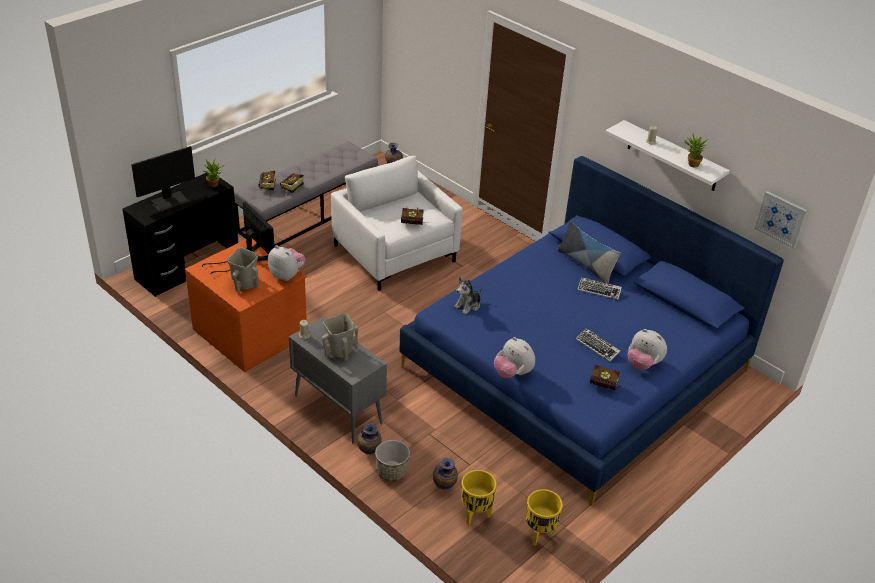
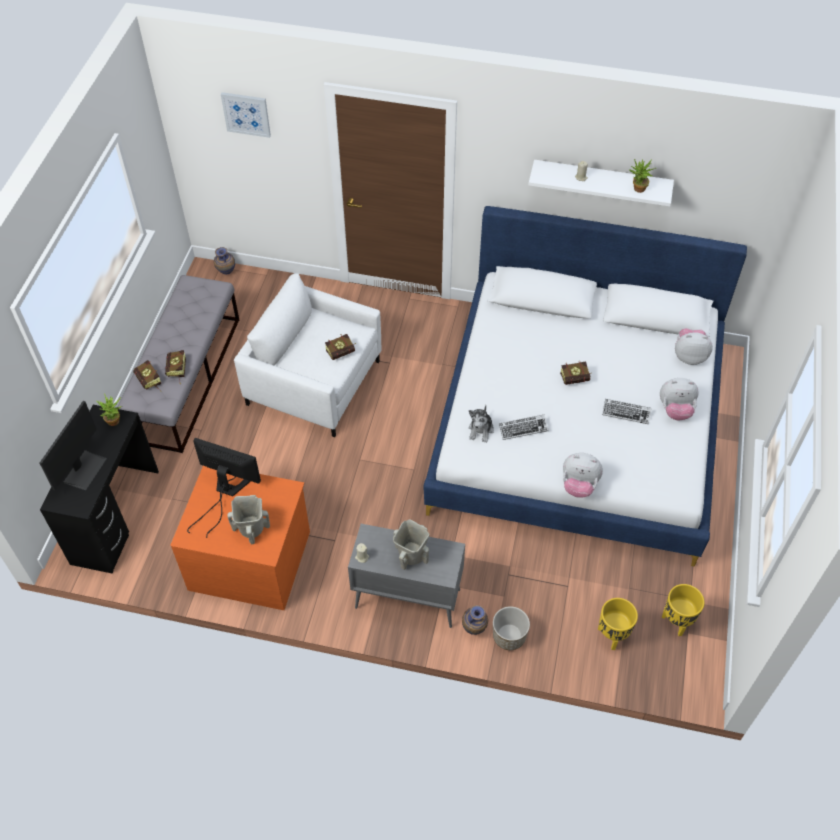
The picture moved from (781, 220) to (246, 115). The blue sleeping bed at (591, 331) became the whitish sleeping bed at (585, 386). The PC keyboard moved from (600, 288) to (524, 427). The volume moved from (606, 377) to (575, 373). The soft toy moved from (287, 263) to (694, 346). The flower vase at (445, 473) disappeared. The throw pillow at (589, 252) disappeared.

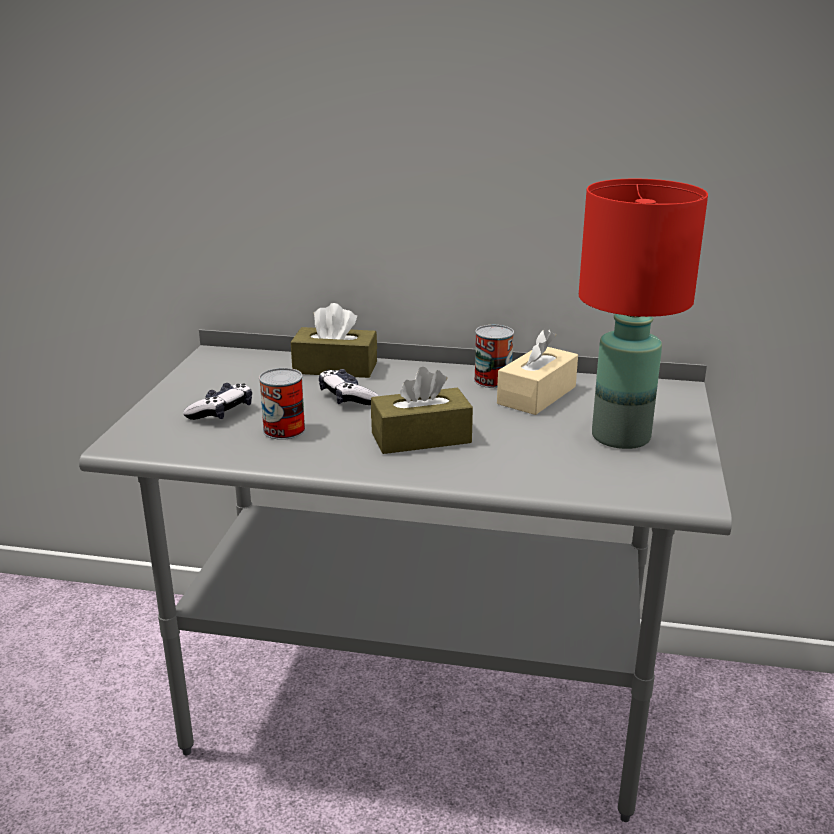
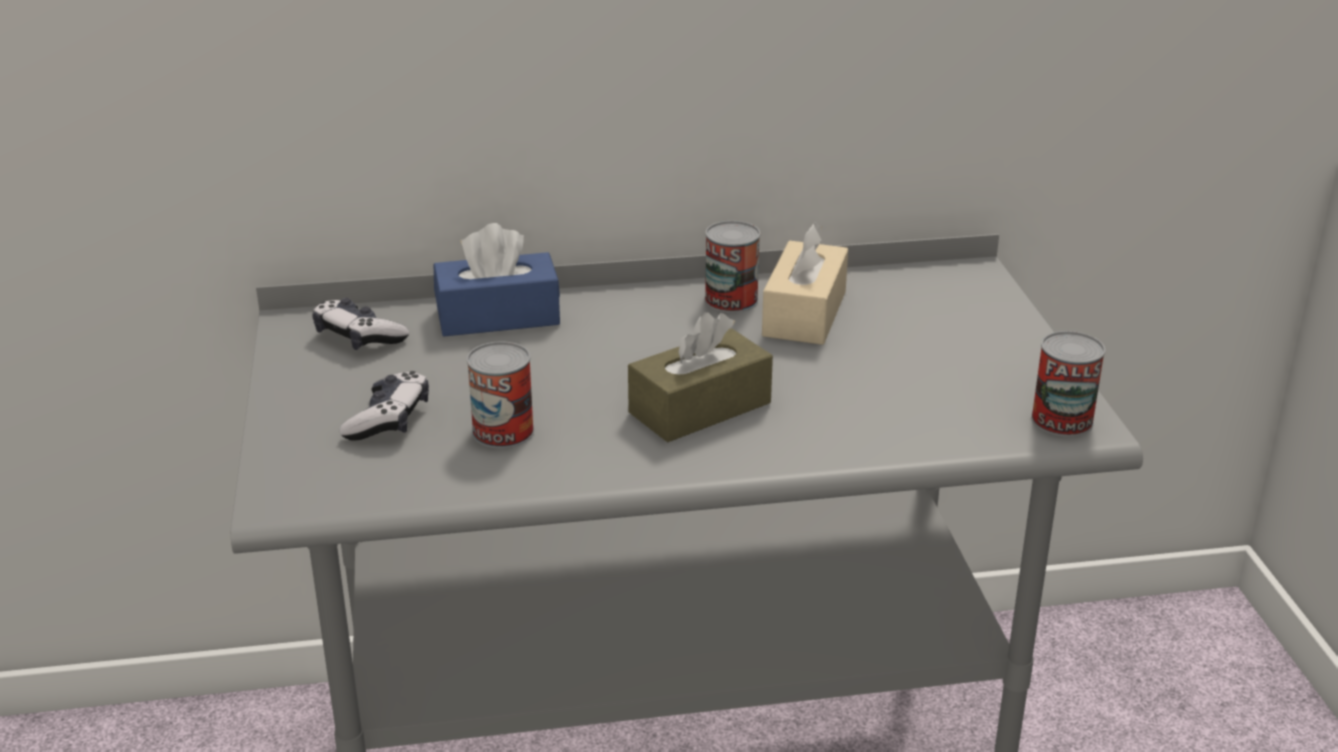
The joypad moved from (349, 387) to (360, 324). The brownish tissue holder at (334, 340) became the blue tissue holder at (497, 279). The sealed can at (1068, 384) appeared. The reddish table lamp at (643, 314) disappeared.

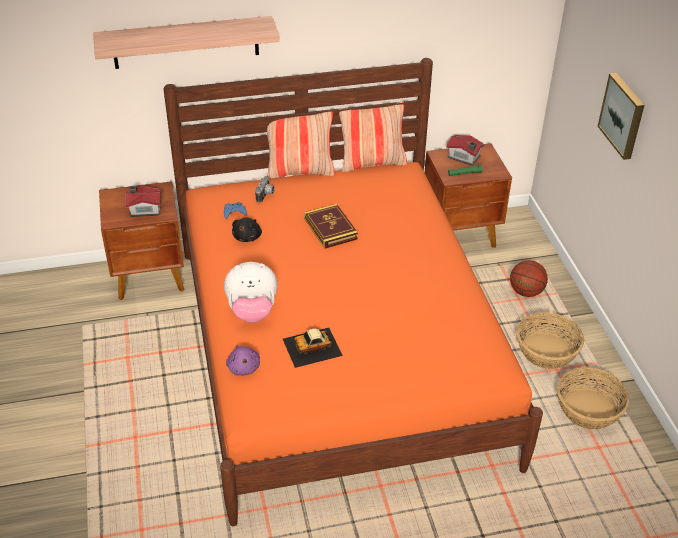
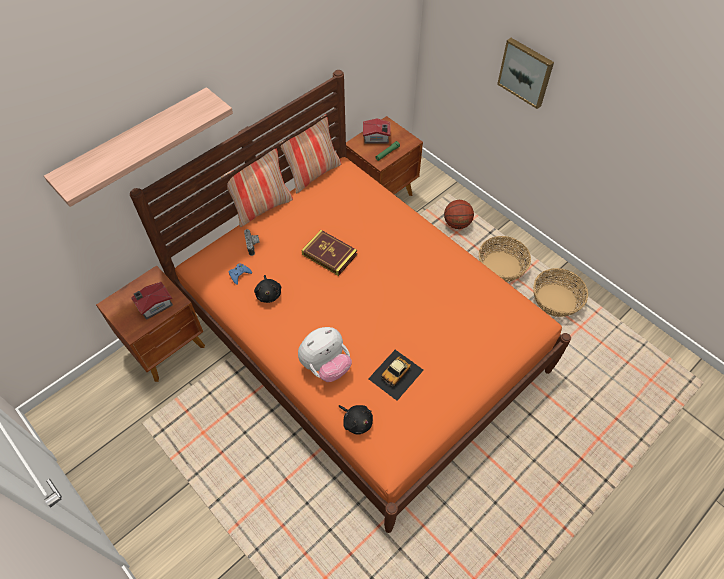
The purple-coloured soft toy at (243, 360) became the black soft toy at (356, 419).

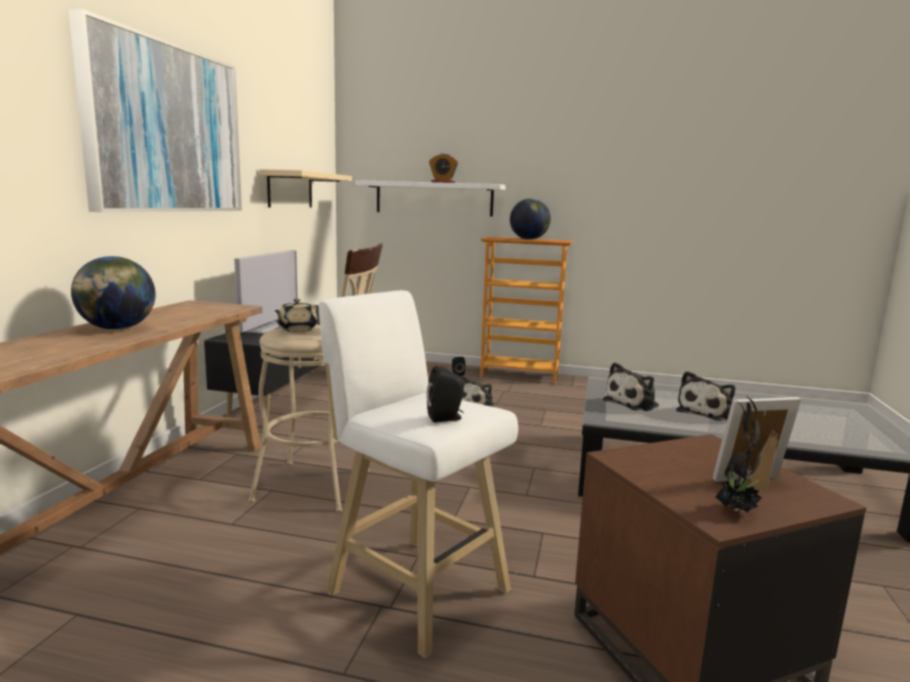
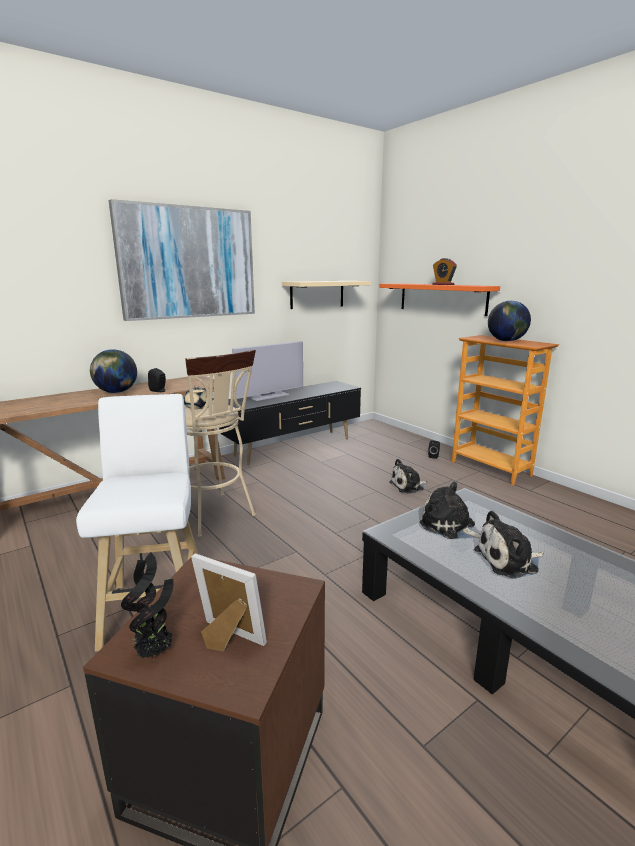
The black loudspeaker moved from (446, 394) to (157, 380). The whitish bracket shelf at (431, 198) became the orange-coloured bracket shelf at (439, 299). The soft toy at (631, 386) turned 45 degrees clockwise.

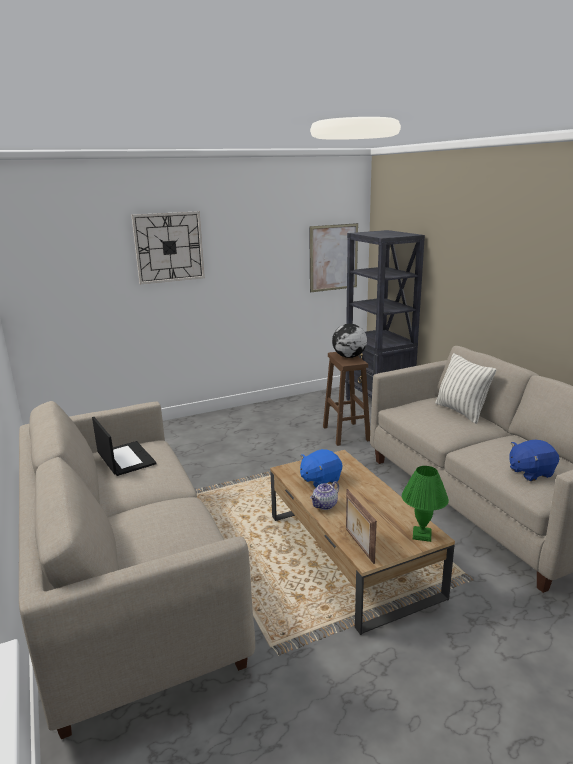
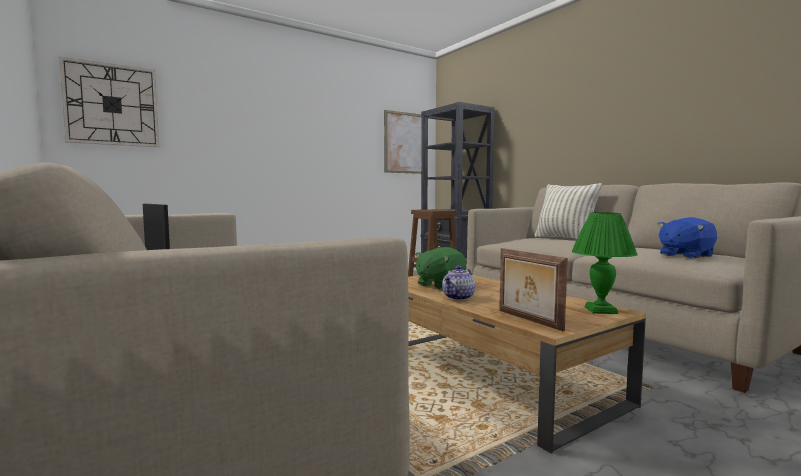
The hanging clock moved from (168, 247) to (109, 101). The blue soft toy at (321, 468) became the green-coloured soft toy at (441, 268). The desk globe at (349, 341) disappeared.

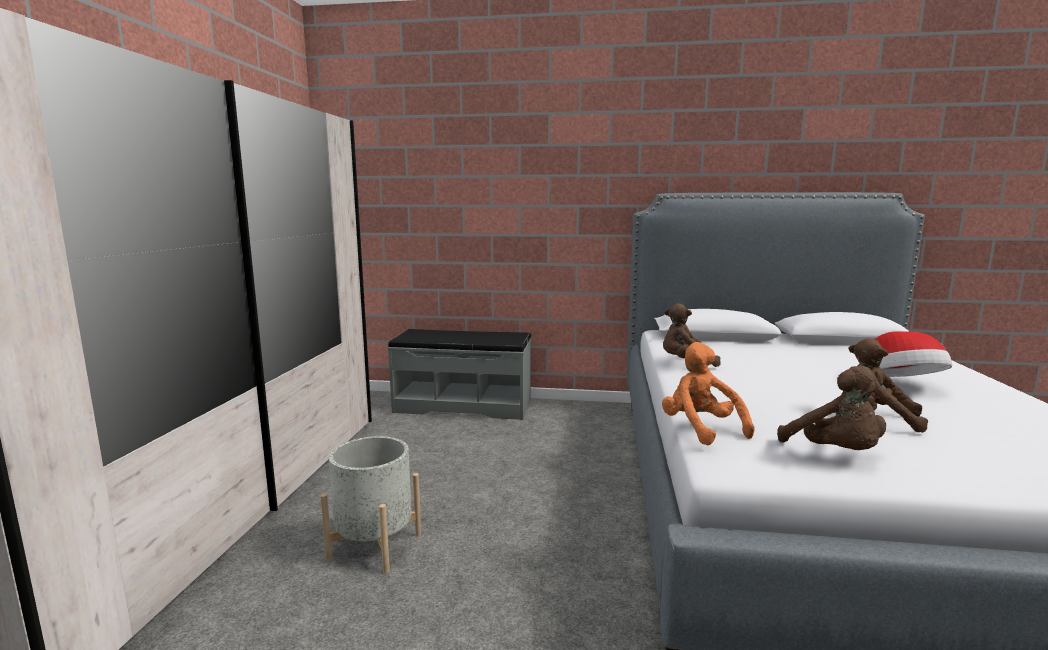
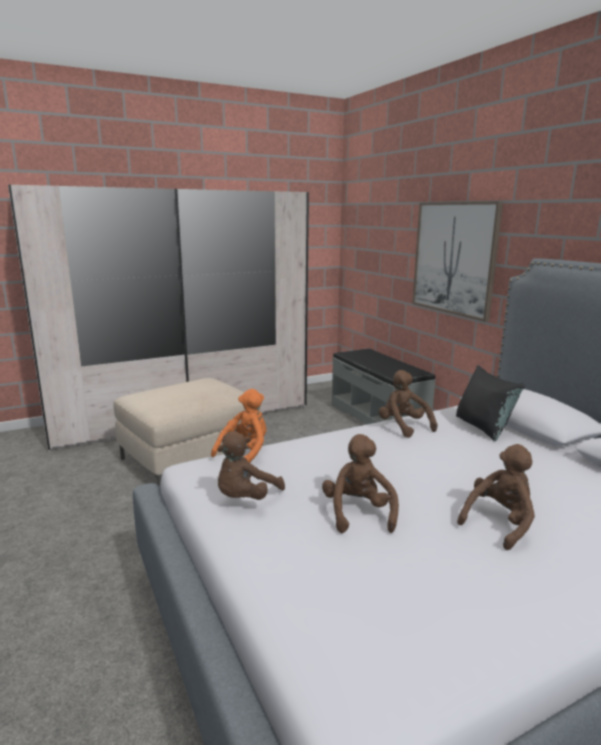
The gray plant pot at (370, 505) was replaced by the sand-coloured footrest at (186, 432). The picture at (457, 261) appeared. The black throw pillow at (490, 403) appeared. The wearable hat at (913, 354) was replaced by the brownish soft toy at (496, 497).

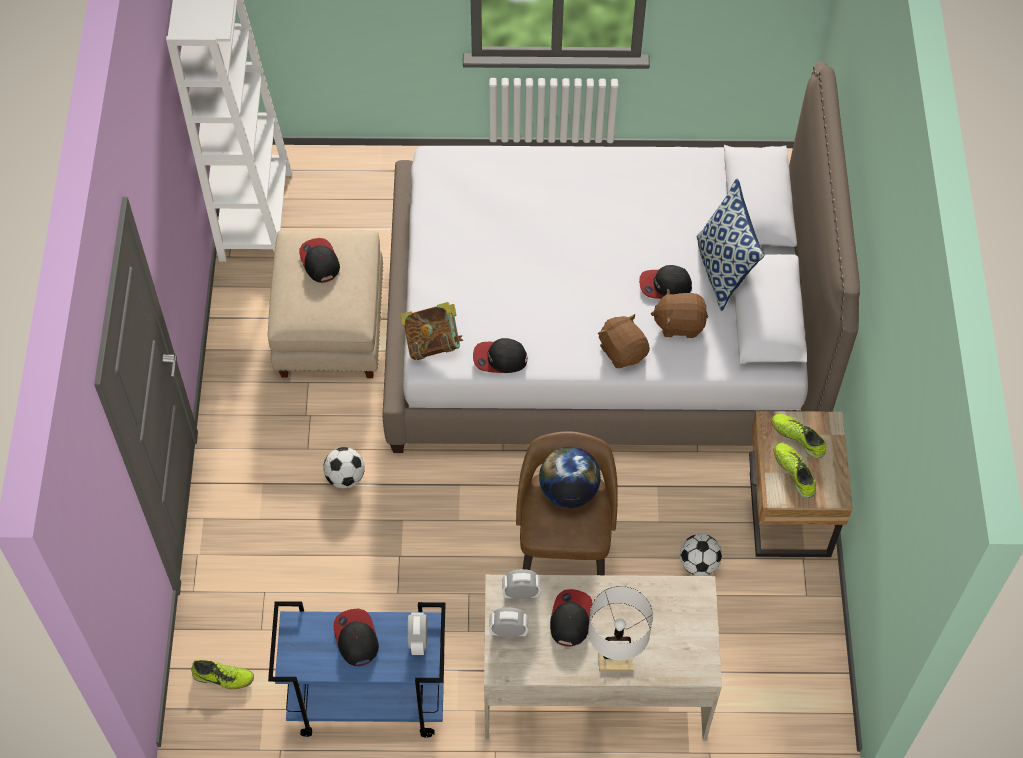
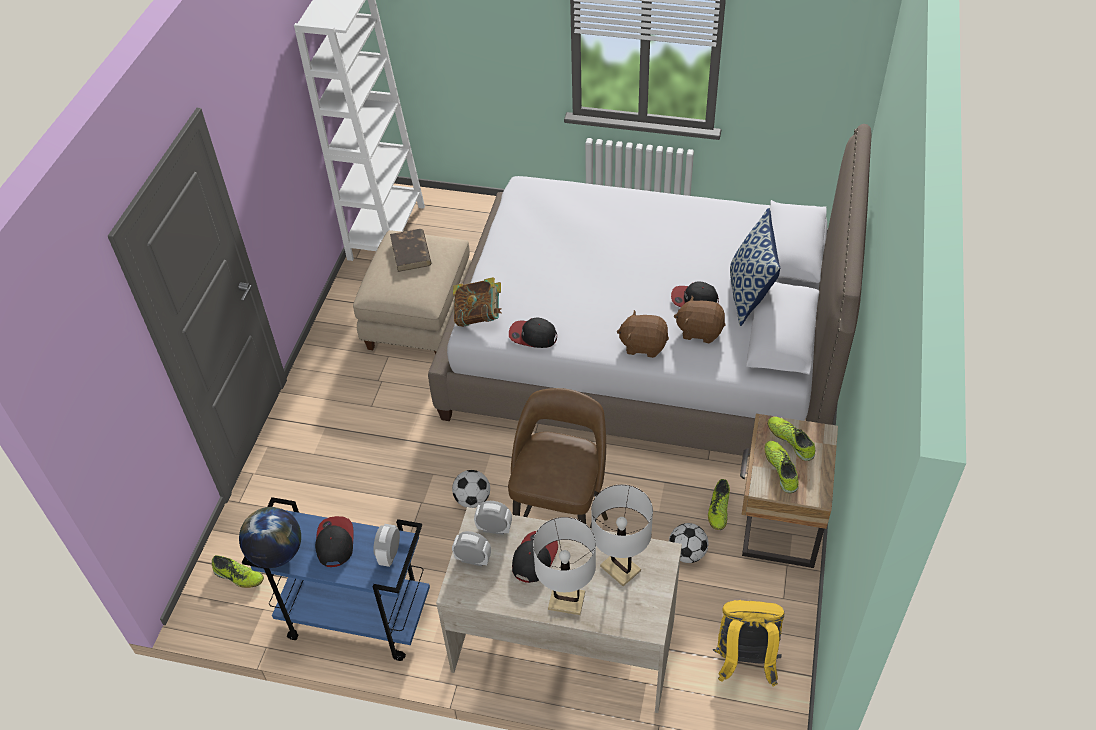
The desk globe moved from (570, 477) to (270, 537). The baseball cap at (319, 260) was replaced by the brownish volume at (410, 250). The ball for football moved from (344, 467) to (471, 489). The whitish table lamp at (622, 535) appeared. The brownish soft toy at (624, 341) turned 60 degrees counterclockwise. The low shoe at (719, 504) appeared. The yellow rucksack at (749, 643) appeared.

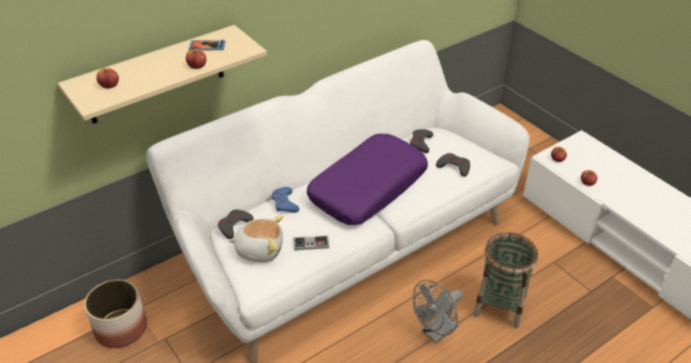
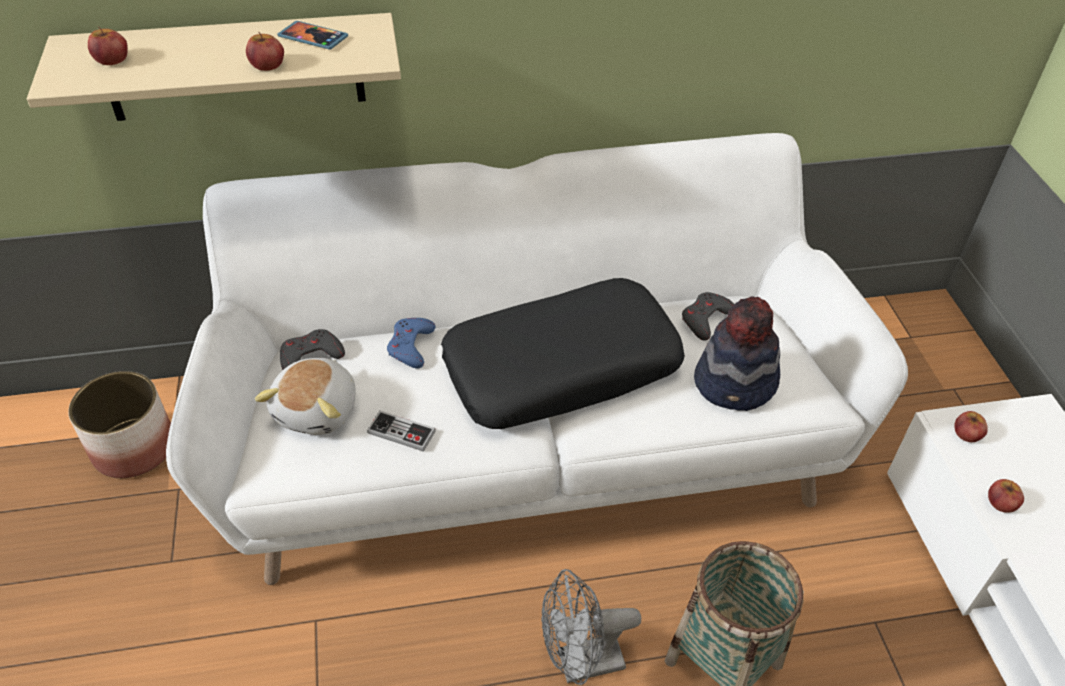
The soft toy at (255, 239) turned 75 degrees clockwise. The purple-coloured throw pillow at (367, 179) became the black throw pillow at (563, 353). The gray joypad at (453, 165) was replaced by the wearable hat at (737, 353).

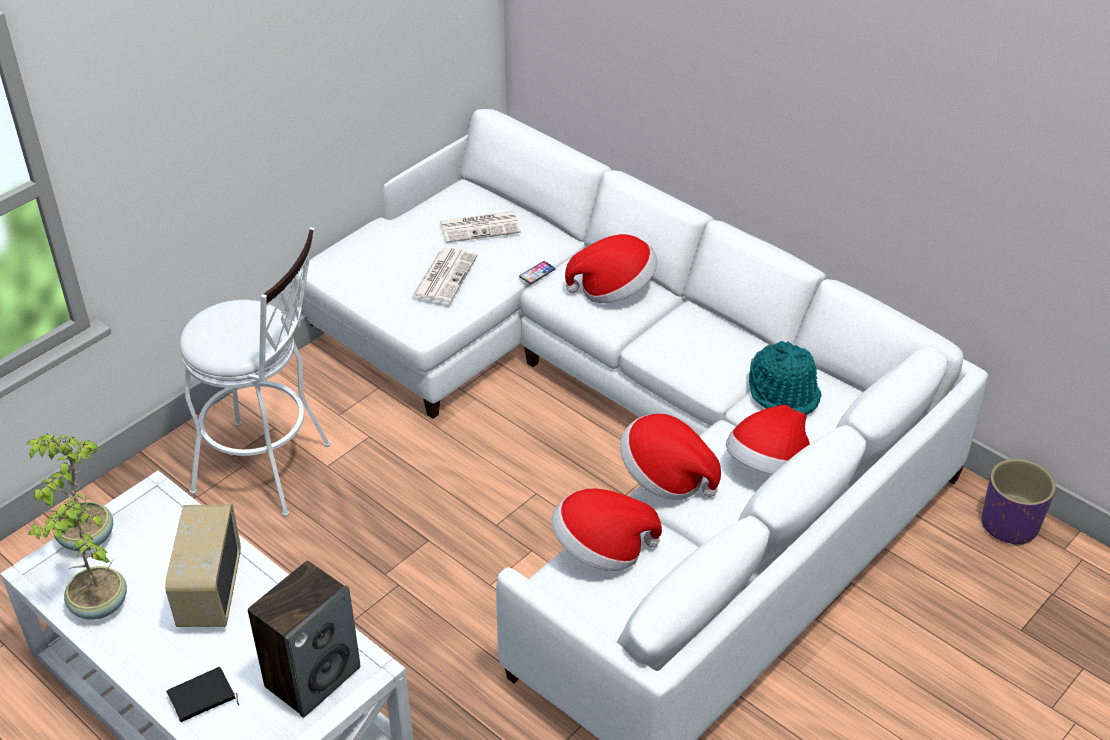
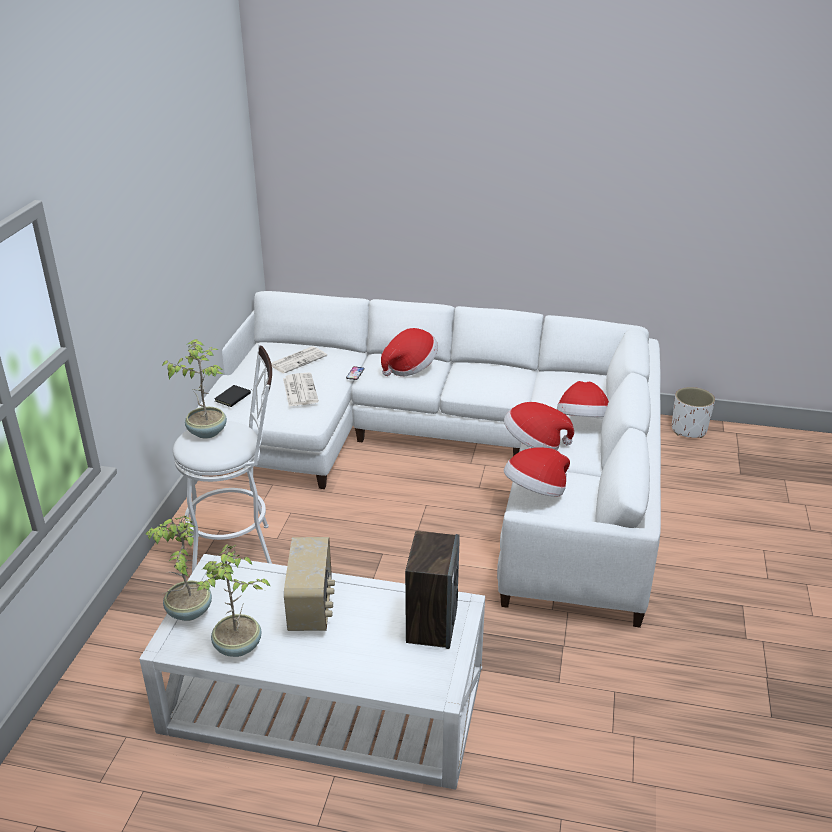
The potted plant at (194, 389) appeared. The black volume moved from (202, 694) to (234, 396). The radio set at (203, 566) turned 150 degrees counterclockwise. The purple-coloured plant pot at (1019, 502) became the whitish plant pot at (693, 412). The turquoise wearable hat at (785, 378) disappeared.

